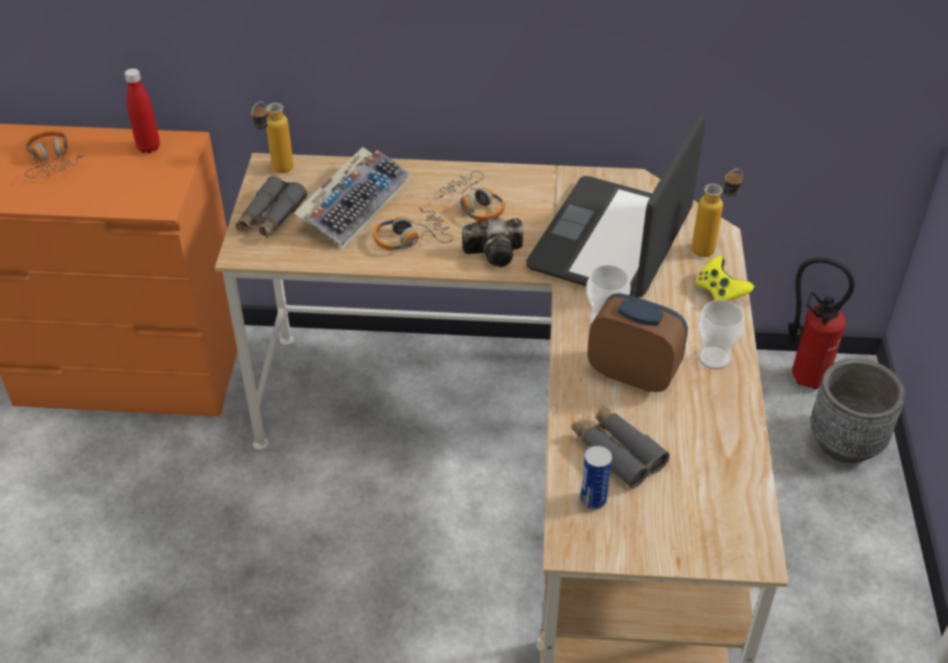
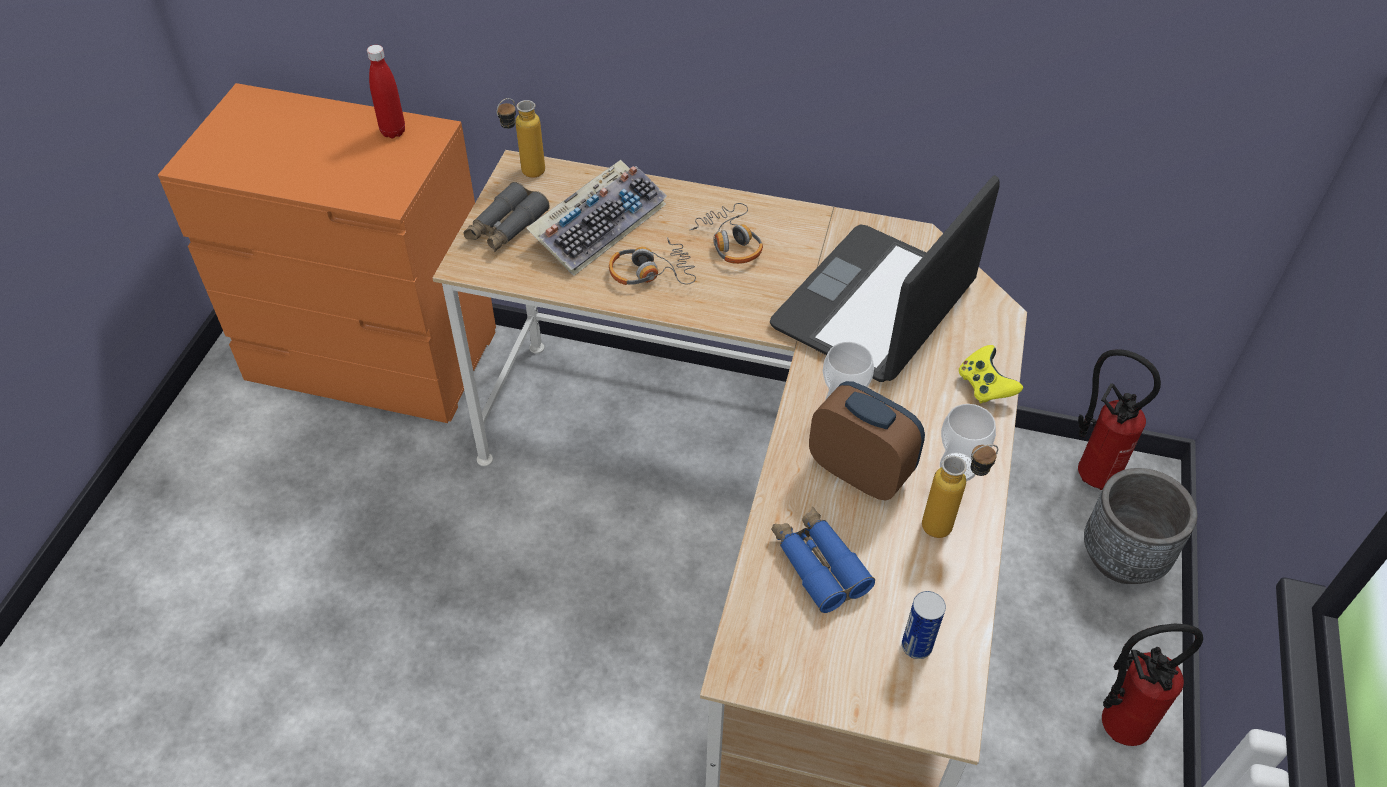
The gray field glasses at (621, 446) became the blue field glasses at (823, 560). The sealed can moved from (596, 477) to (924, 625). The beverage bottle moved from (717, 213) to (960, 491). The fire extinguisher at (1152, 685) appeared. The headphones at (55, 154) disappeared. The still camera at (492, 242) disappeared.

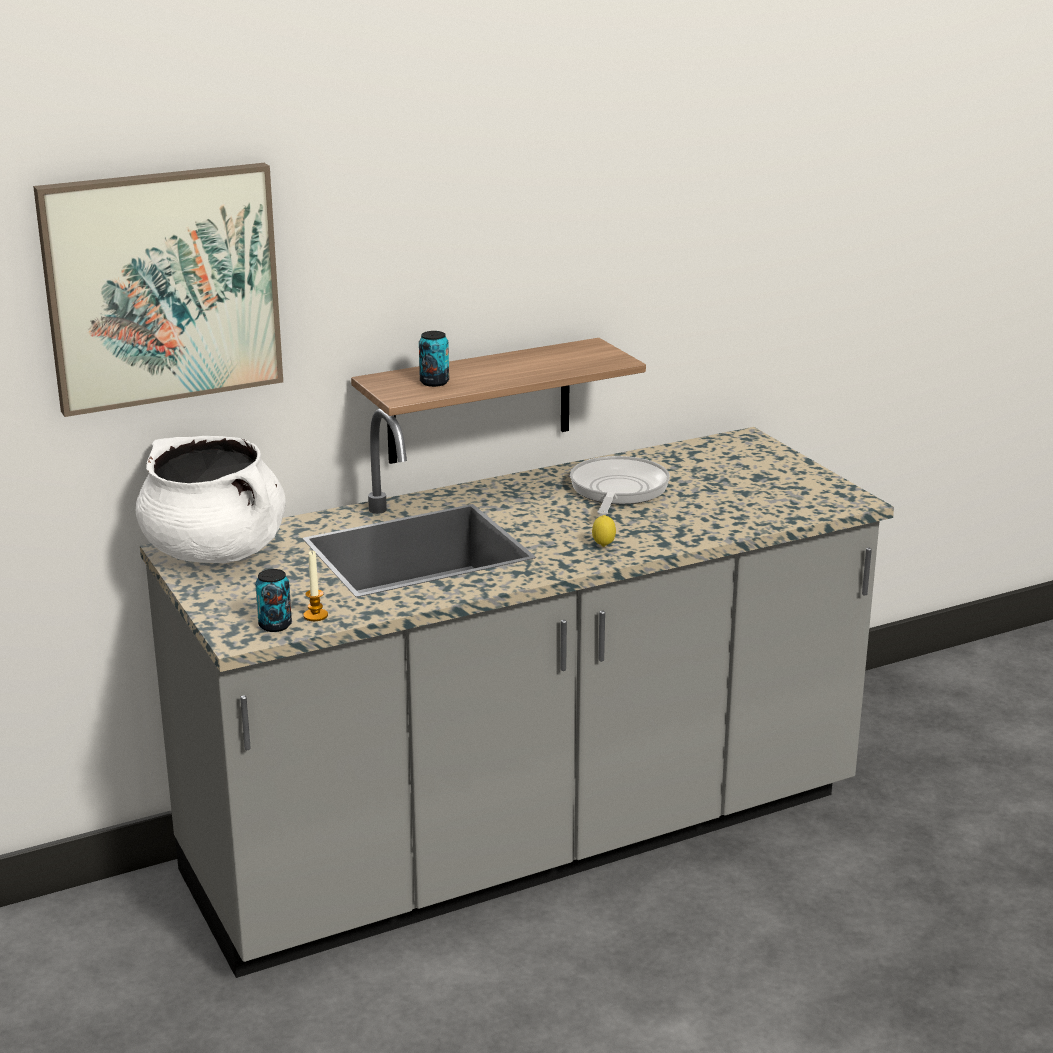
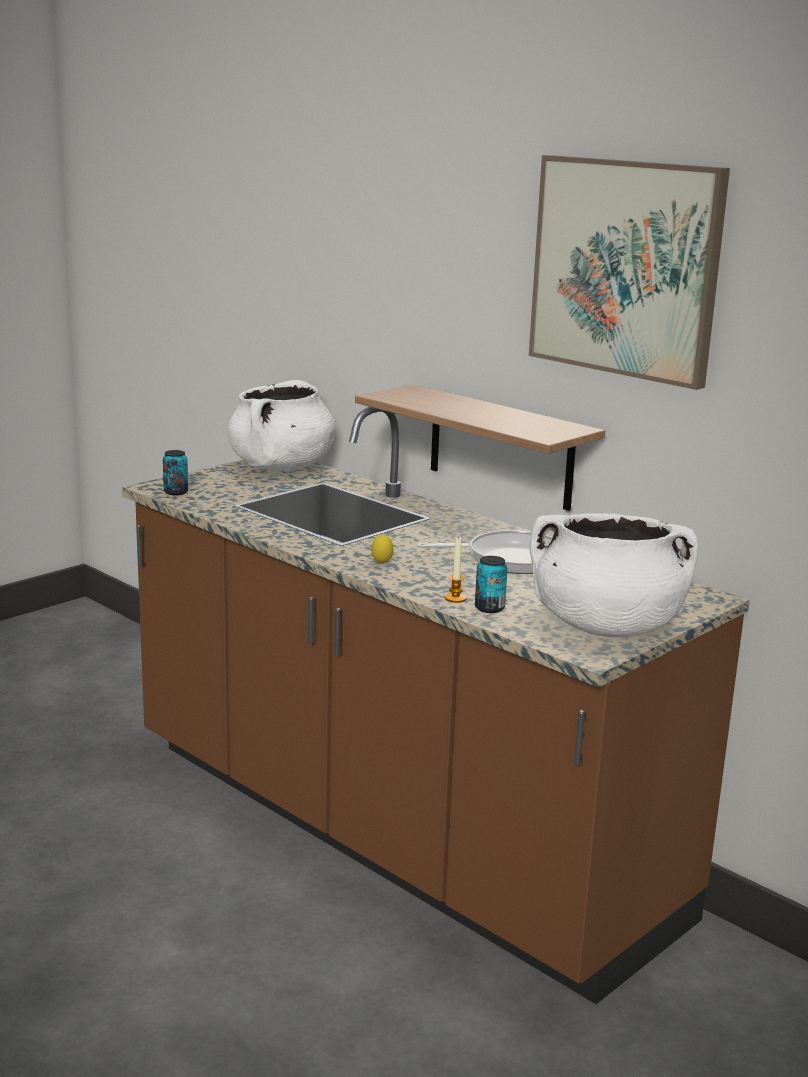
The gray kitchen counter at (517, 693) became the brownish kitchen counter at (436, 705). The wax candle moved from (315, 586) to (456, 569). The sealed can moved from (434, 359) to (491, 584). The picture moved from (158, 290) to (629, 272). The whitish stockpot at (614, 575) appeared.

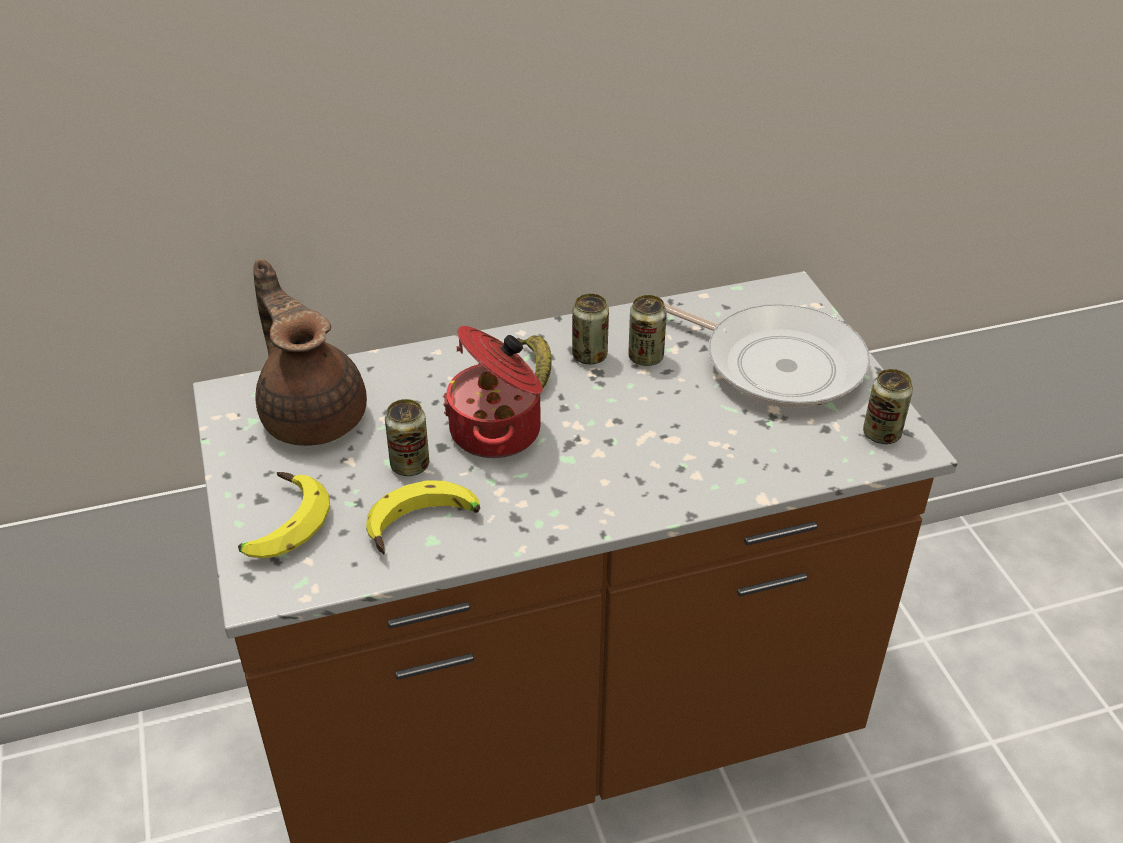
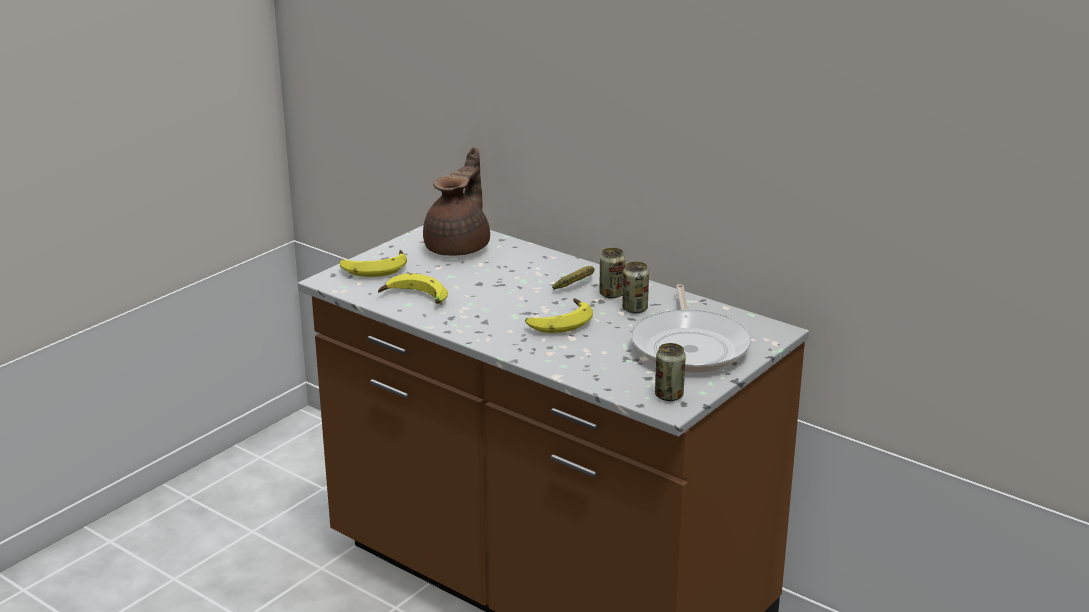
The banana fruit at (559, 315) appeared. The sealed can at (407, 437) disappeared. The stockpot at (493, 392) disappeared.

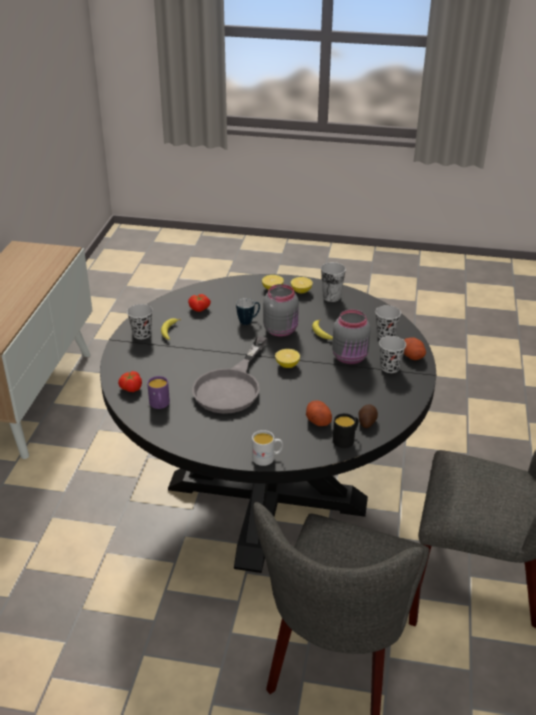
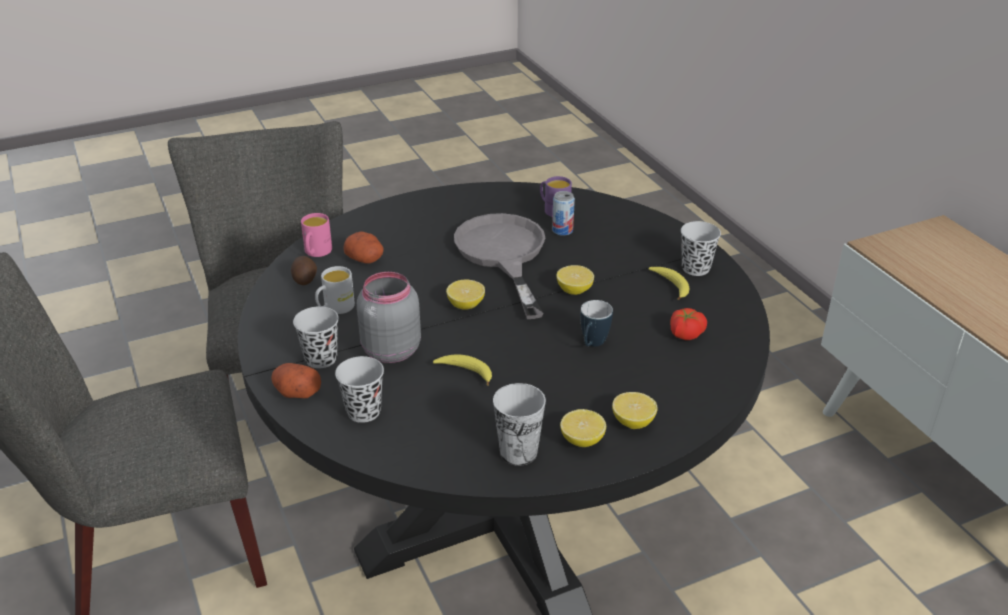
The black tea mug at (345, 430) became the pinkish tea mug at (316, 235). The whitish tea mug moved from (267, 448) to (335, 290). The sealed can at (563, 213) appeared. The whole lemon at (575, 280) appeared. The whole tomato at (130, 381) disappeared. The gray storage jar at (281, 310) disappeared.

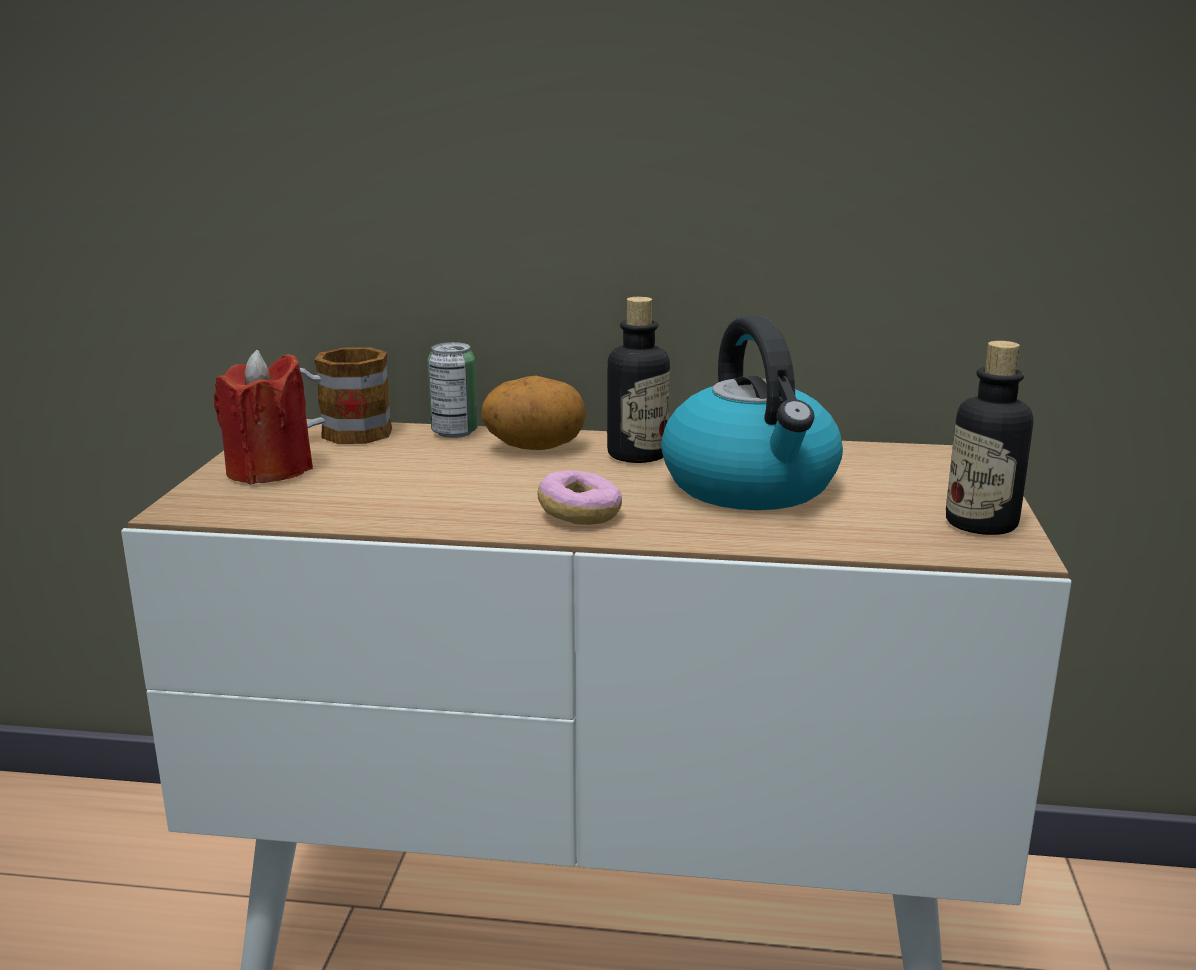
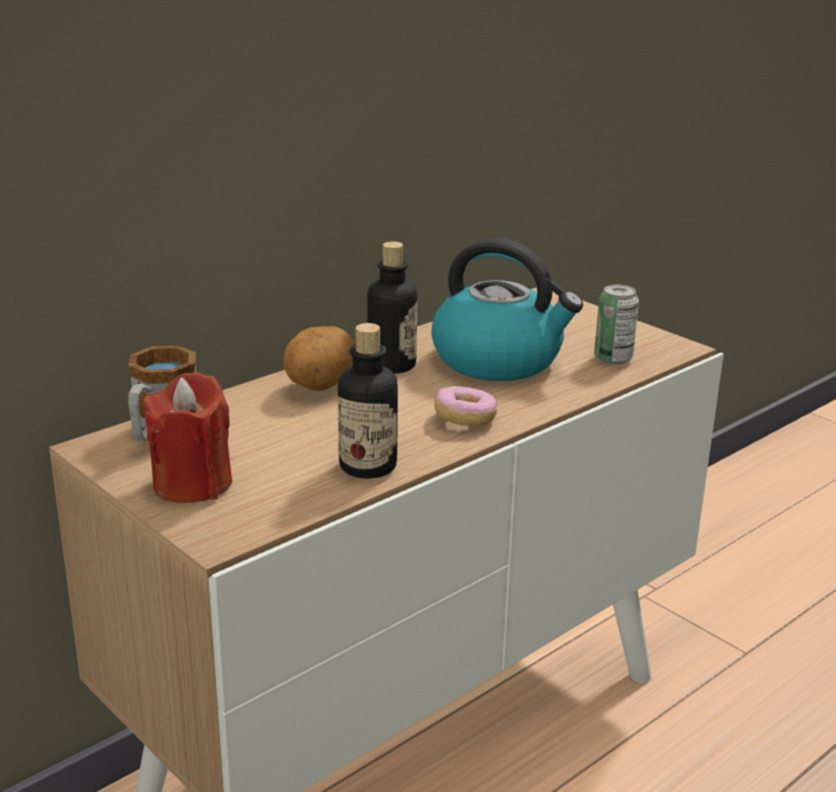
The beverage bottle moved from (989, 438) to (368, 400). The sealed can moved from (453, 390) to (616, 324).

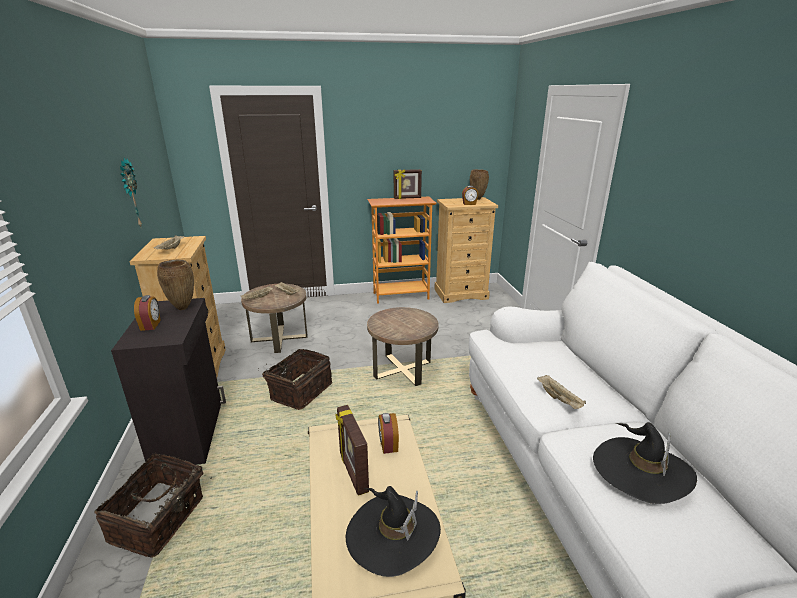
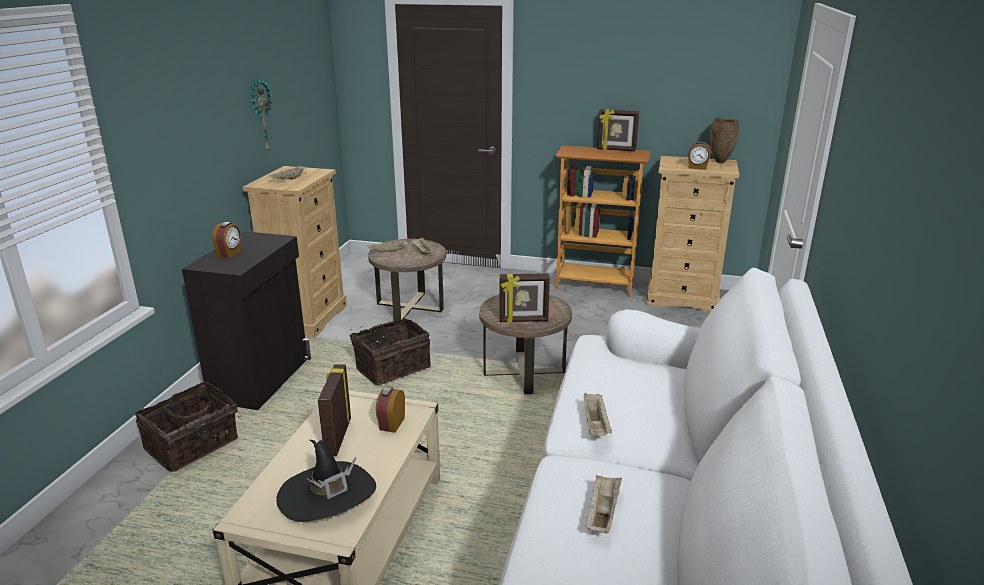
The picture frame at (524, 298) appeared. The black wearable hat at (645, 463) was replaced by the sand-coloured carrying tray at (604, 504). The brownish flower vase at (175, 285) disappeared.

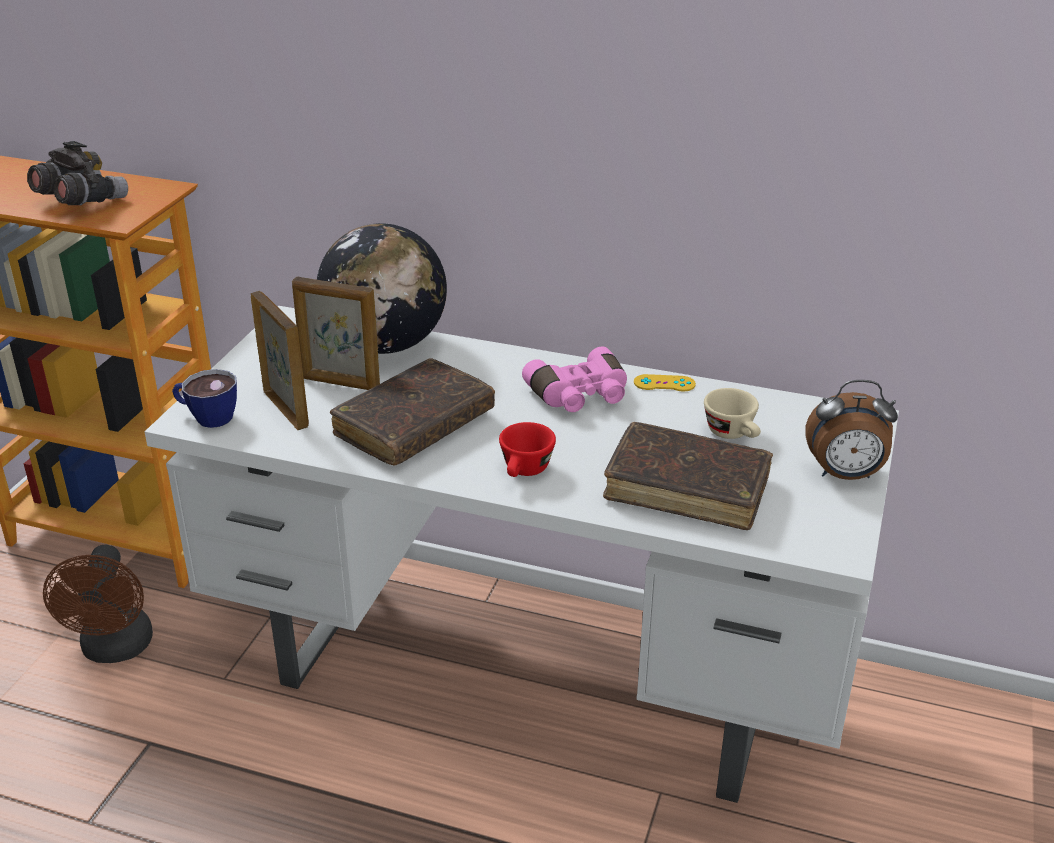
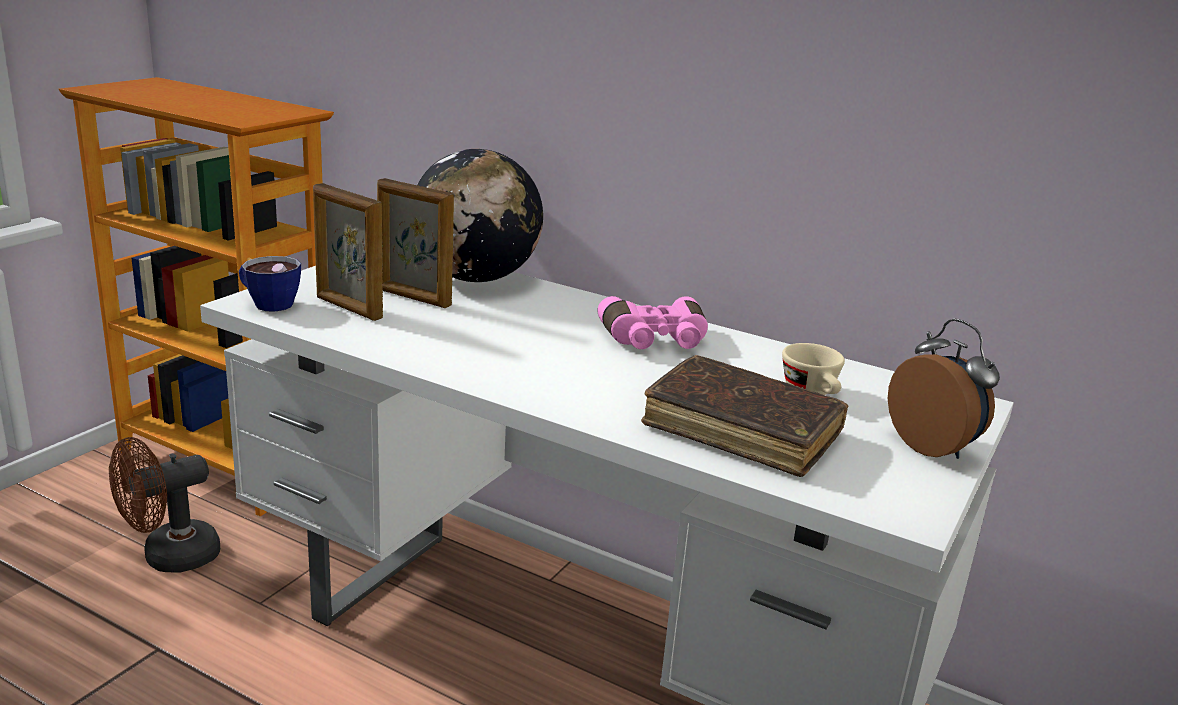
The brownish fan at (98, 604) turned 45 degrees clockwise. The picture frame at (280, 360) turned 150 degrees clockwise. The table clock at (851, 430) turned 135 degrees counterclockwise. The gray field glasses at (77, 173) disappeared. The brownish volume at (412, 412) disappeared. The reddish drinking cup at (527, 449) disappeared. The yellow joypad at (665, 382) disappeared.

